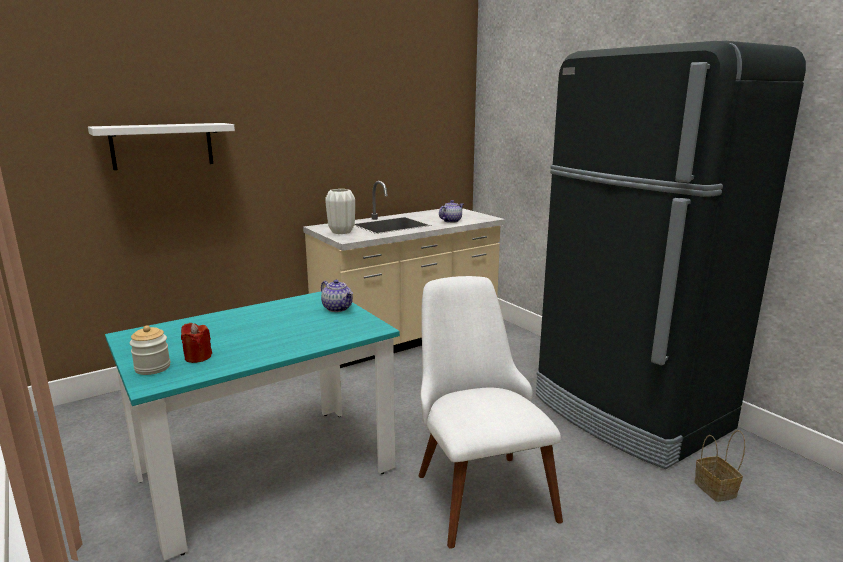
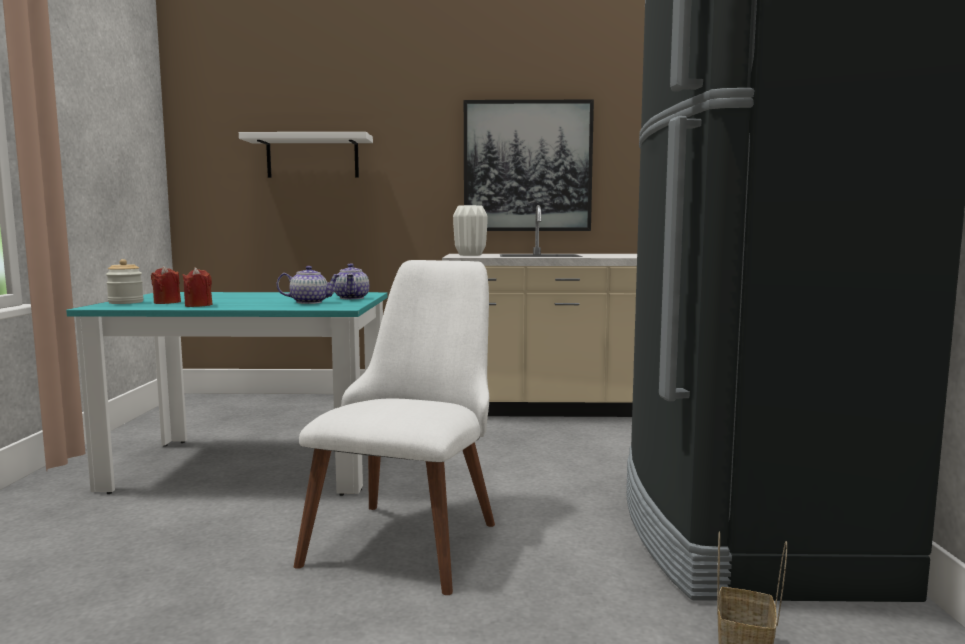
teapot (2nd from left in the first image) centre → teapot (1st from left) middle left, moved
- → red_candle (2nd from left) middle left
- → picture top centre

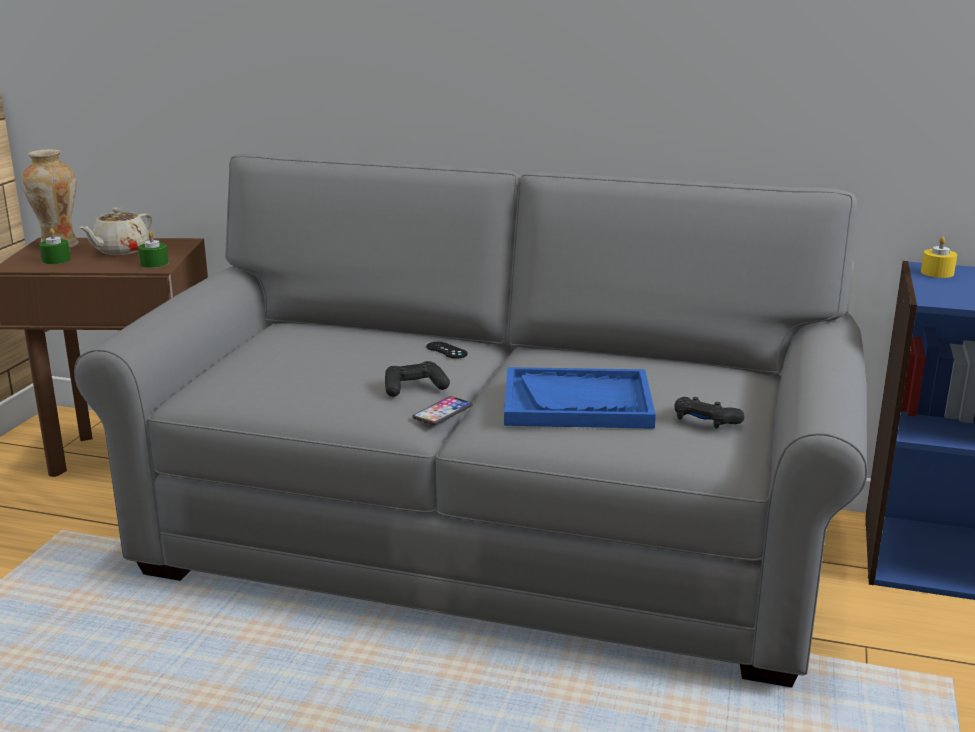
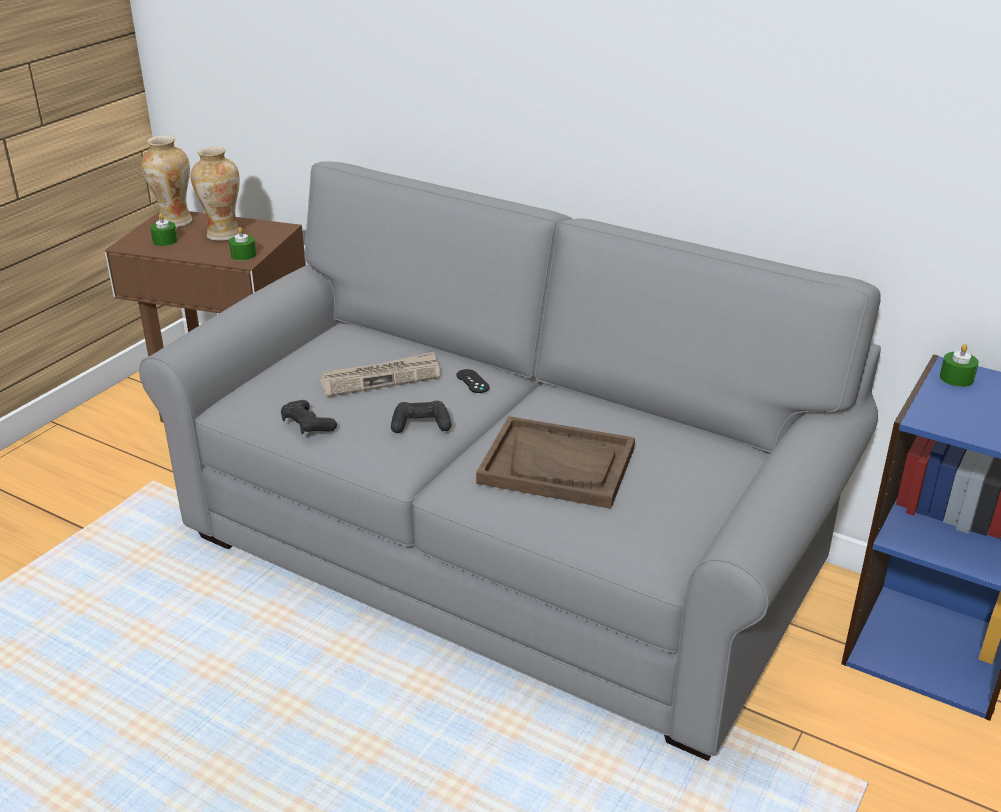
beige_teapot top left → vase (2nd from left) top left
phone centre → -
blue_tray centre → brown_tray centre
black_game_controller (3rd from left in the first image) middle right → black_game_controller (1st from left) middle left, moved
yellow_candle middle right → green_candle (3rd from left) middle right
- → newspaper centre

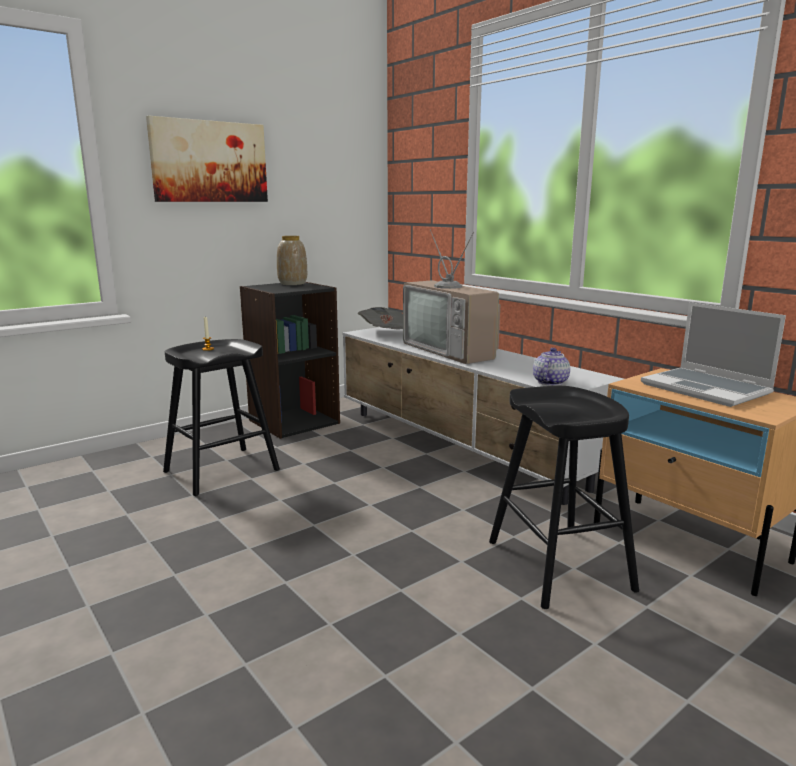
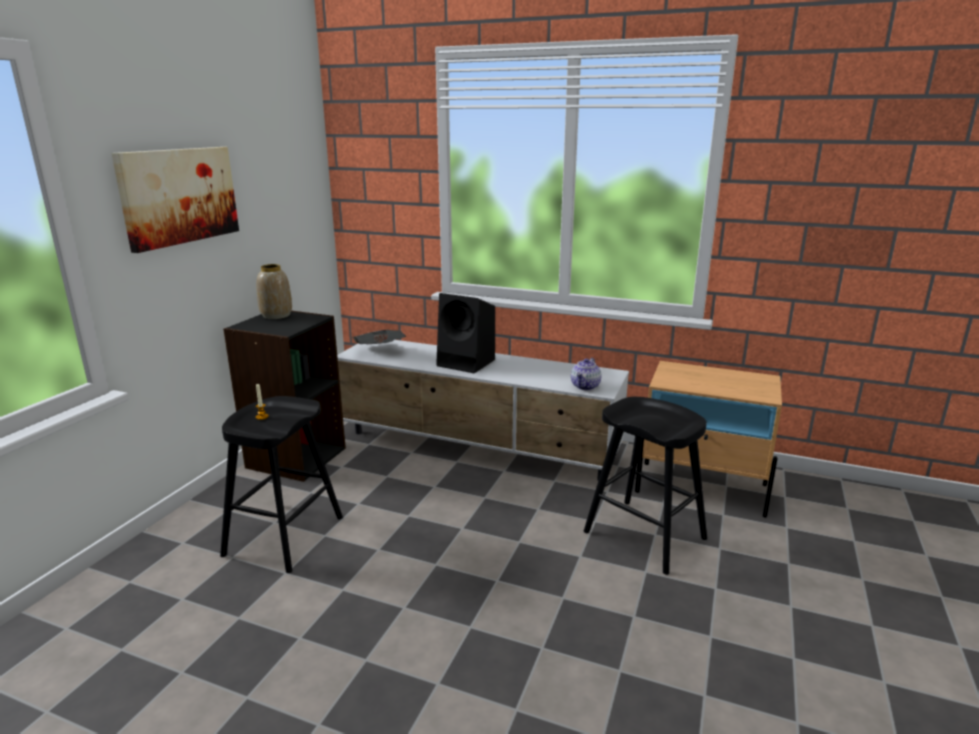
television centre → black_speaker centre
teapot middle right → teapot centre, 150 degrees counterclockwise
laptop middle right → -

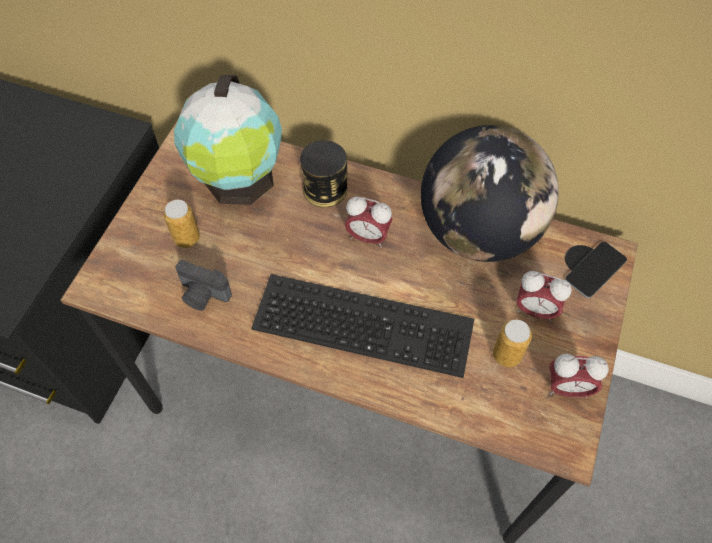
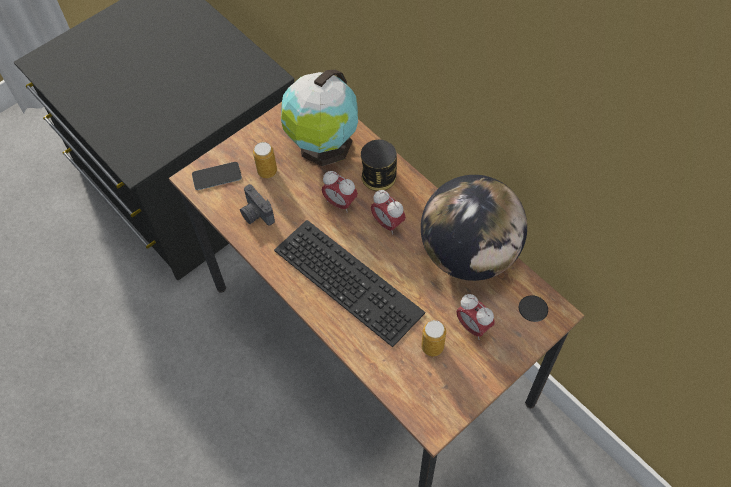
alarm_clock (3rd from left in the first image) bottom right → alarm_clock (1st from left) centre, moved
phone middle right → phone middle left, moved

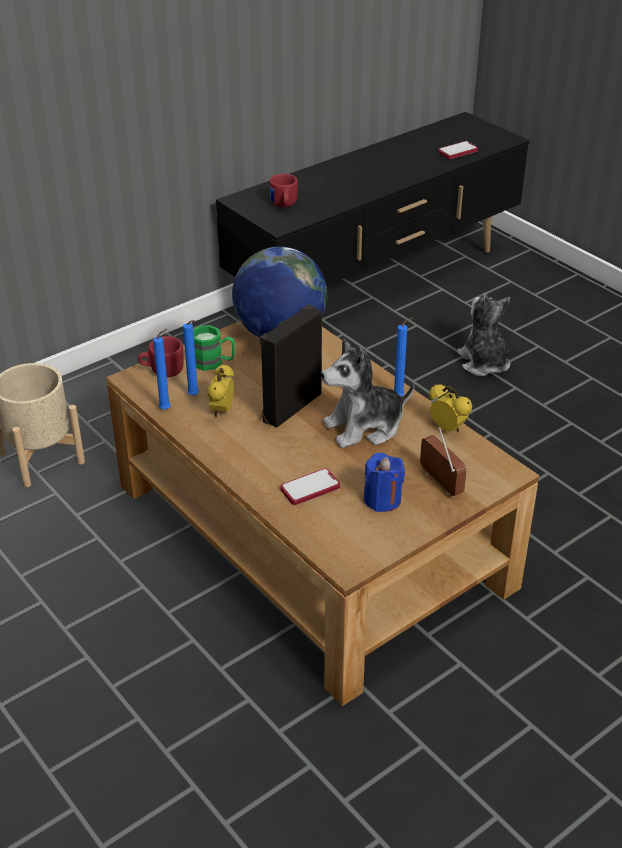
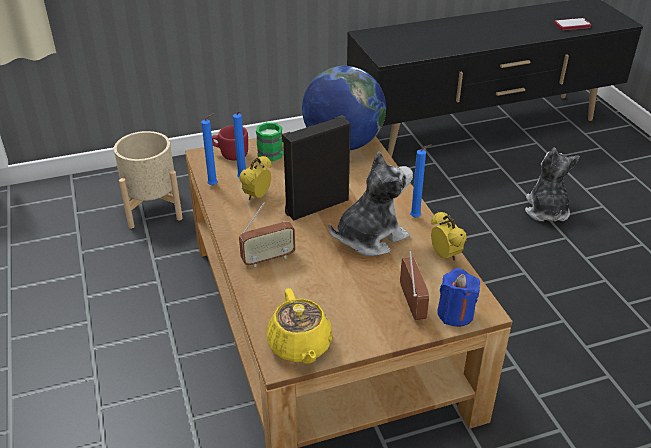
red_mug (2nd from left) top centre → -
phone (1st from left) centre → -
plush_toy (1st from left) centre, 150 degrees clockwise
blue_candle (3rd from left in the first image) centre → blue_candle (4th from left) middle right, moved
- → radio (1st from left) centre
- → yellow_teapot bottom centre

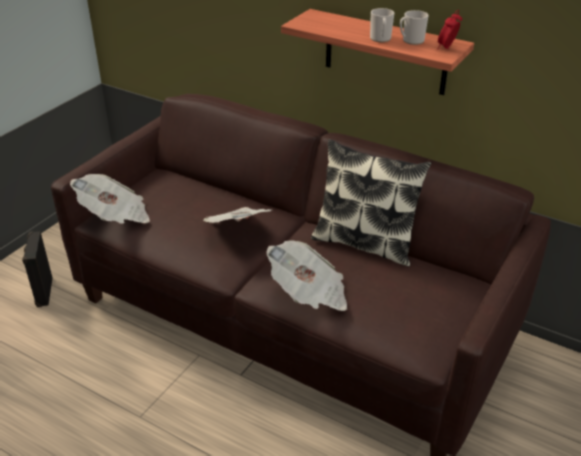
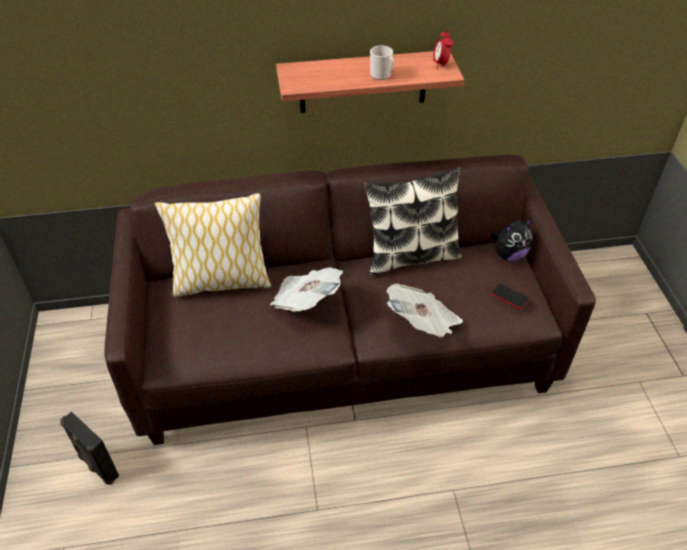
newspaper (1st from left) middle left → -
mug (2nd from left) top right → -
- → pillow (1st from left) middle left
- → plush_toy middle right
- → phone middle right

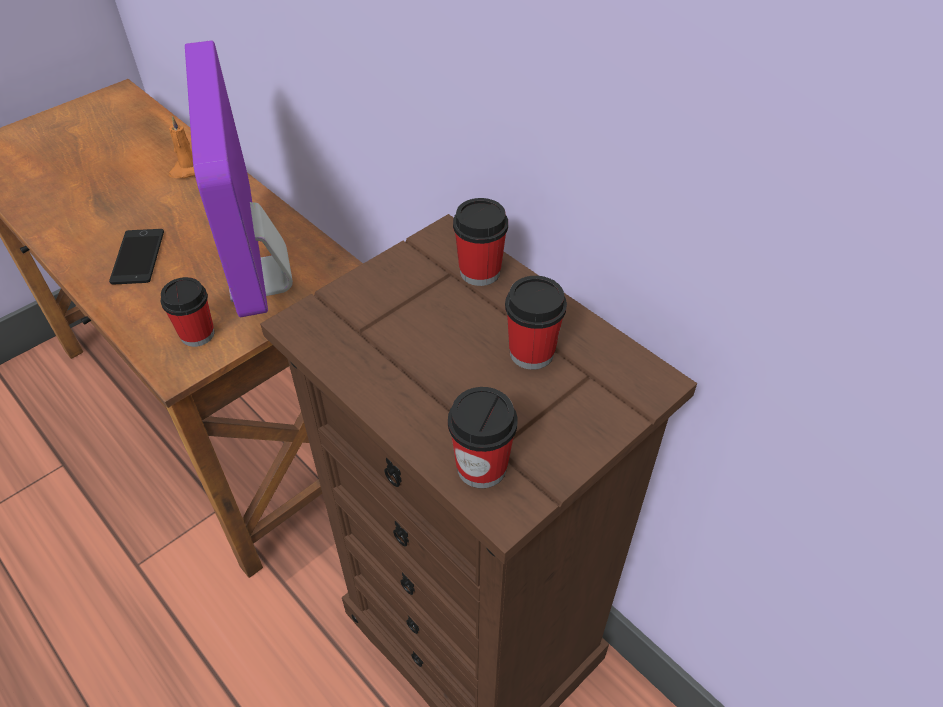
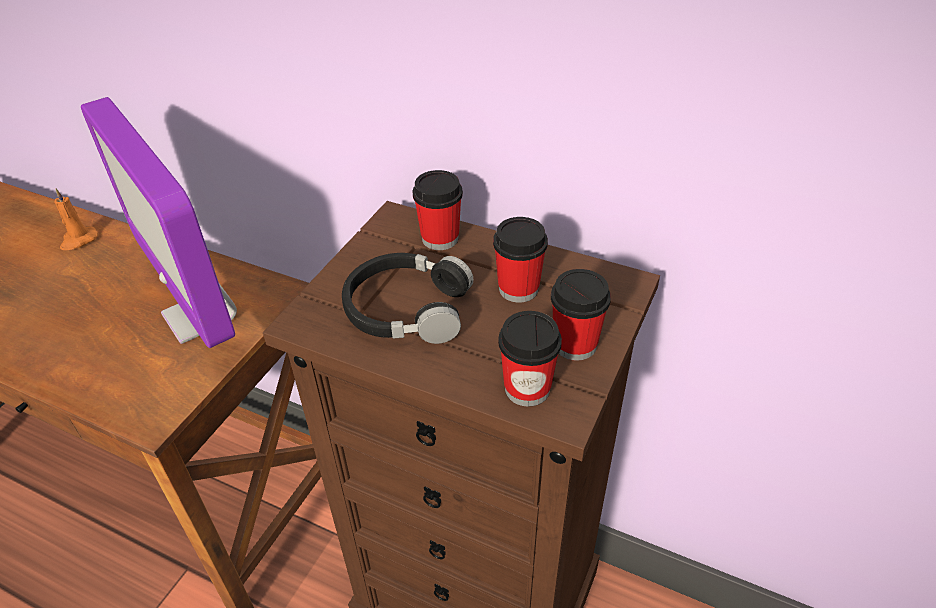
phone middle left → -
cup (1st from left in the first image) middle left → cup (4th from left) centre, moved
- → black_headphones centre

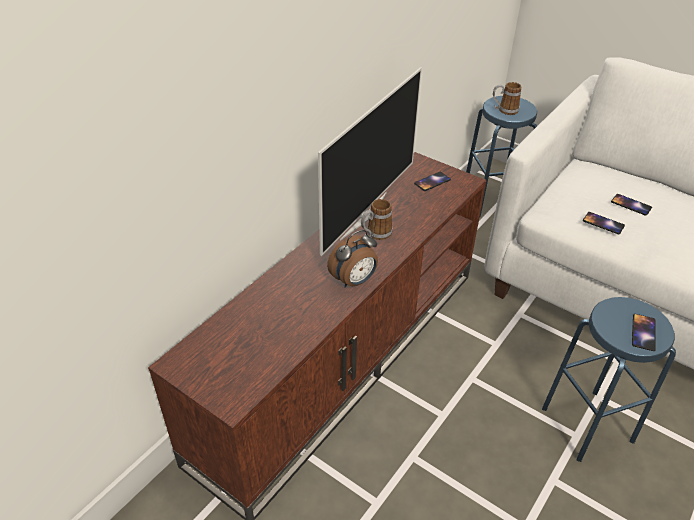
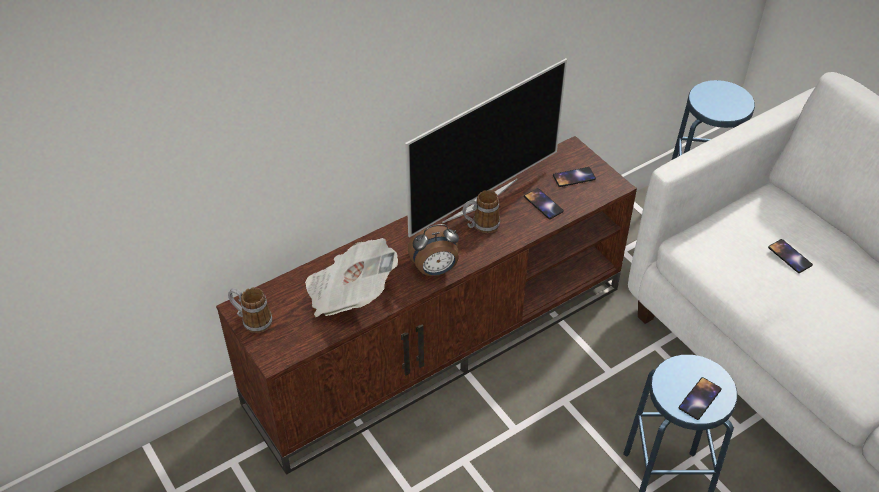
mug (2nd from left in the first image) top right → mug (1st from left) middle left, moved
phone (2nd from left in the first image) middle right → phone (1st from left) centre, moved
- → newspaper centre

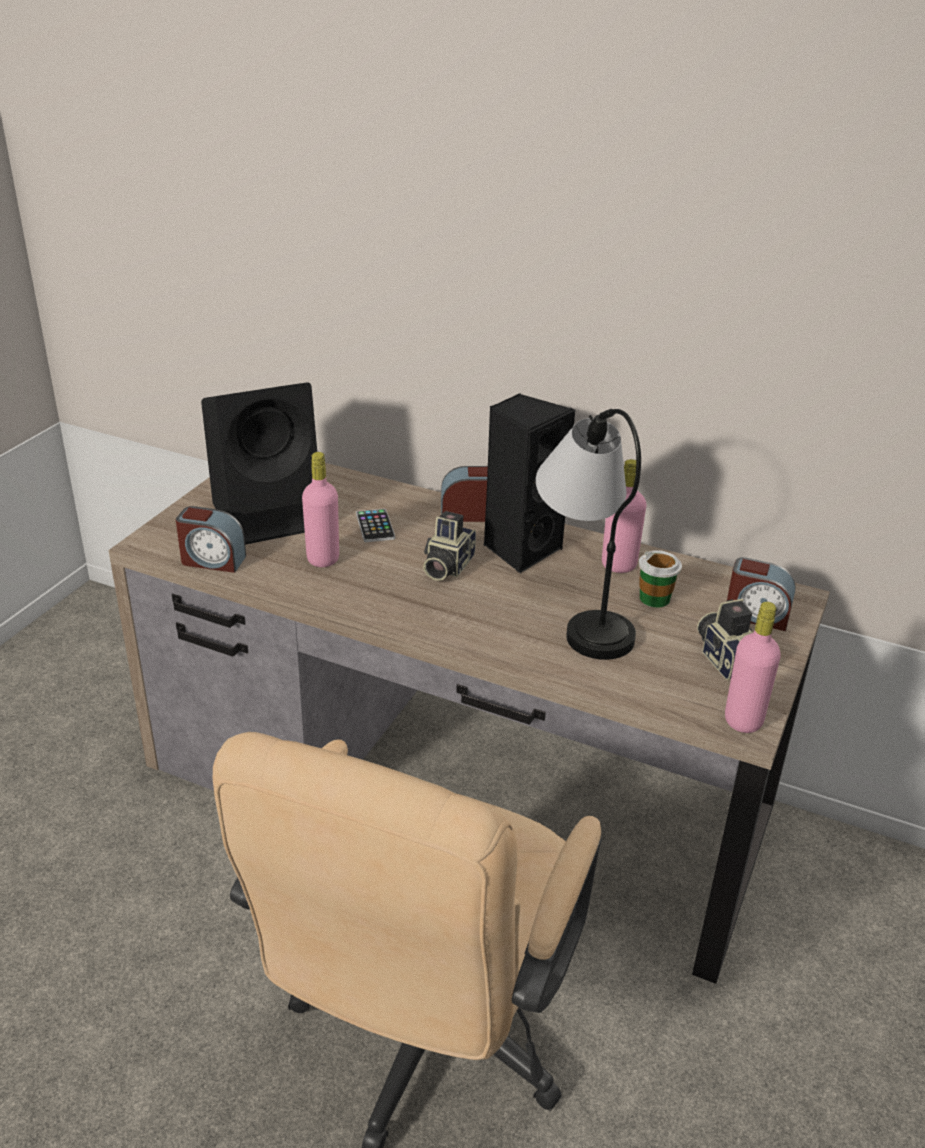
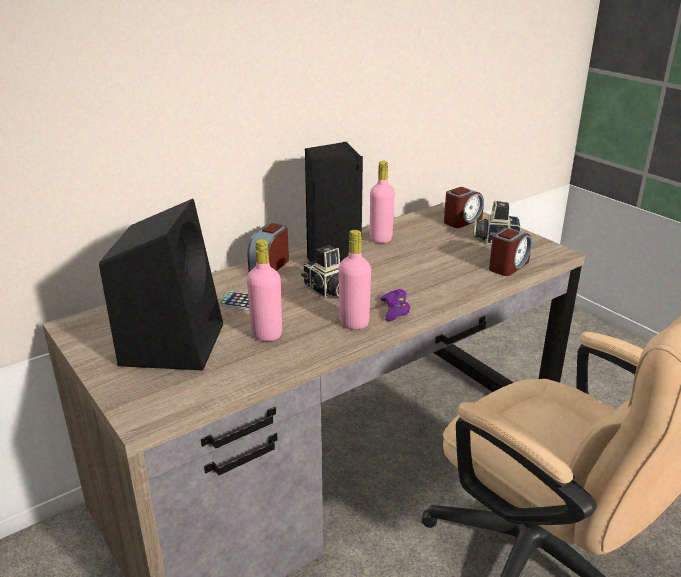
alarm_clock (1st from left in the first image) middle left → alarm_clock (3rd from left) middle right, moved
table_lamp centre → -
cup middle right → -
pink_bottle (3rd from left in the first image) middle right → pink_bottle (2nd from left) centre, moved
- → purple_game_controller centre

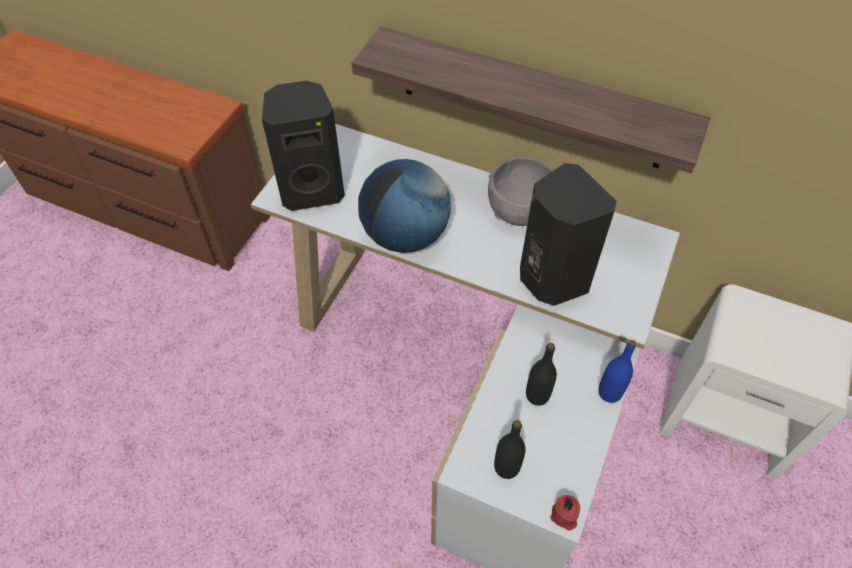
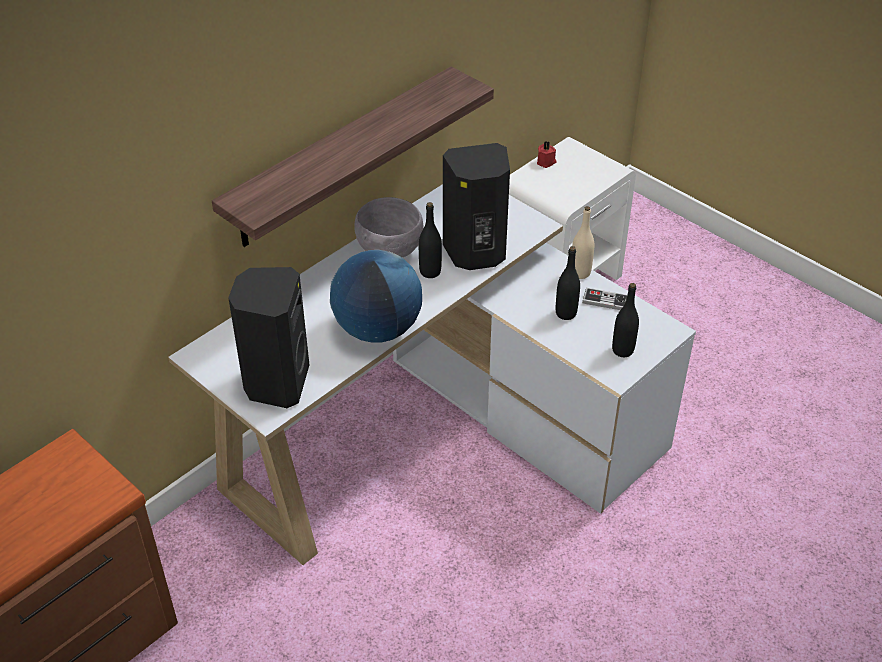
red_candle bottom centre → red_candle top centre, moved
blue_bottle middle right → beige_bottle centre
- → black_bottle (1st from left) centre
- → game_controller middle right

